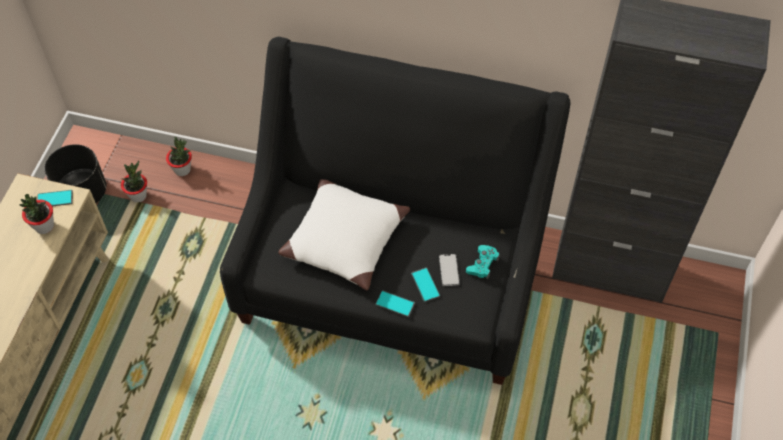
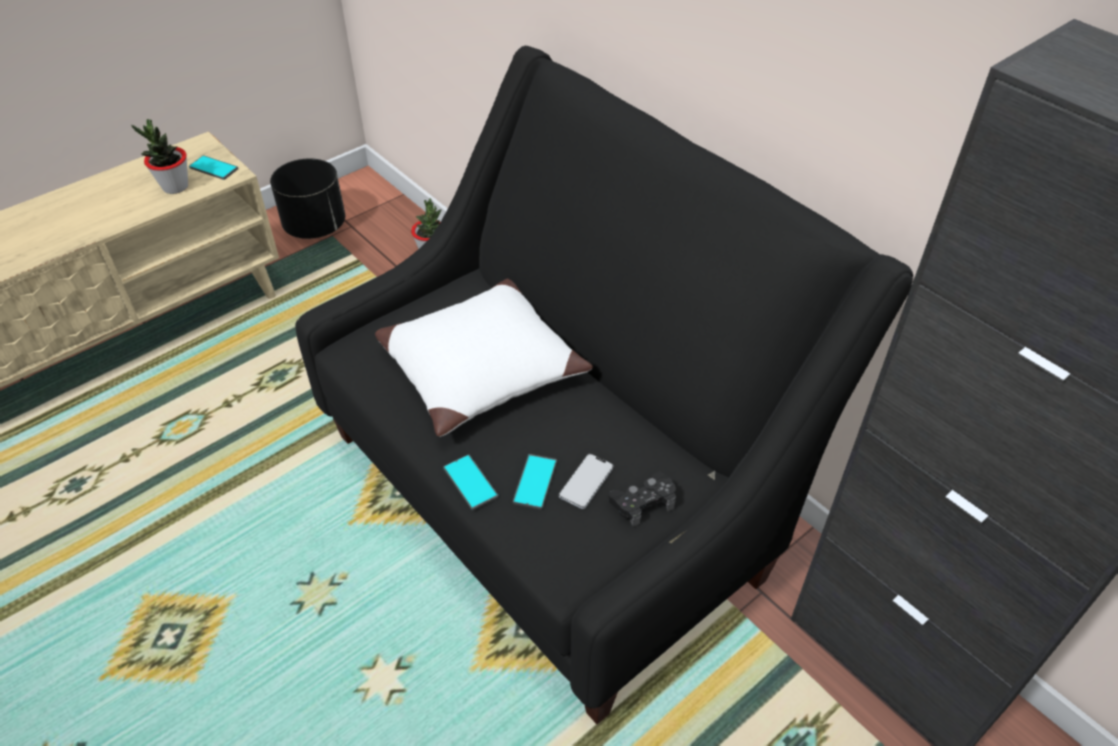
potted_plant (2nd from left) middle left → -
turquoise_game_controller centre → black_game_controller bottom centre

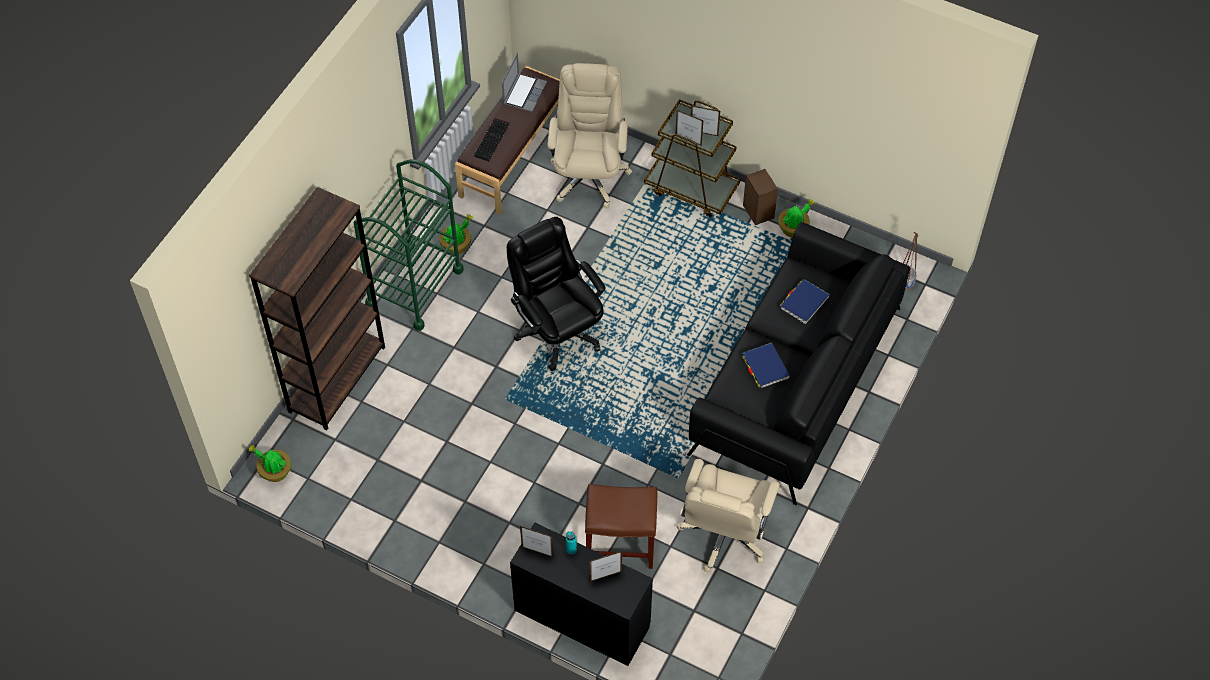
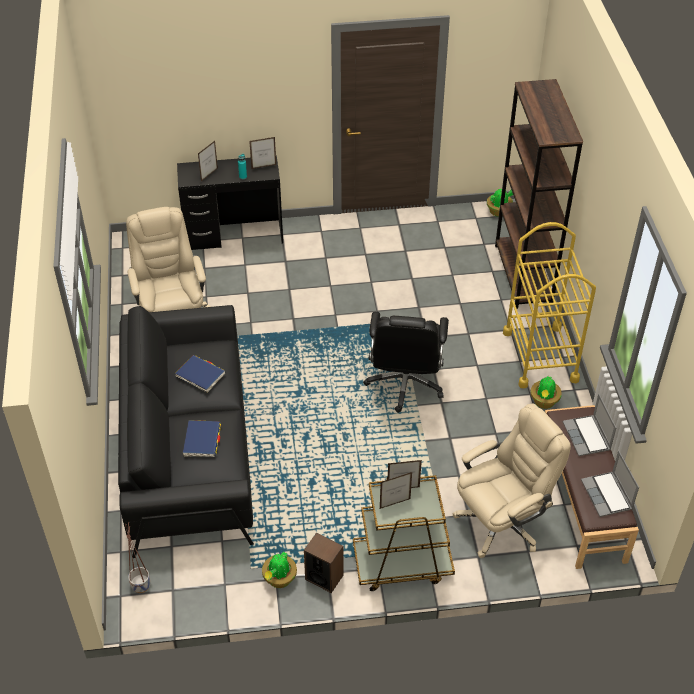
green_cart centre → yellow_cart middle right
keyboard top centre → laptop (1st from left) middle right
black_office_chair centre, 75 degrees clockwise
beige_office_chair (1st from left in the first image) top centre → beige_office_chair (2nd from left) bottom right, 90 degrees counterclockwise
brown_stool bottom centre → -

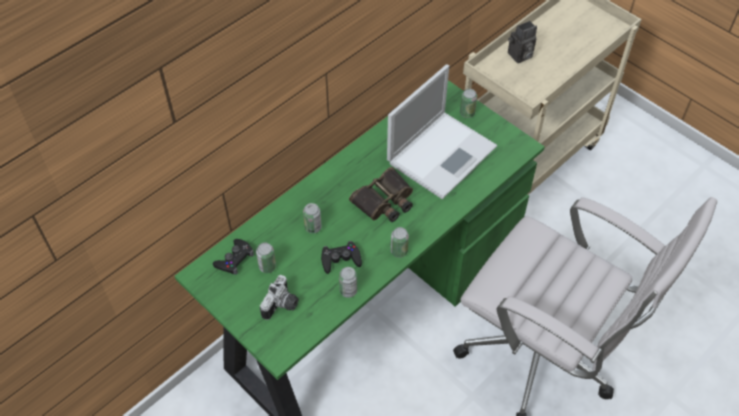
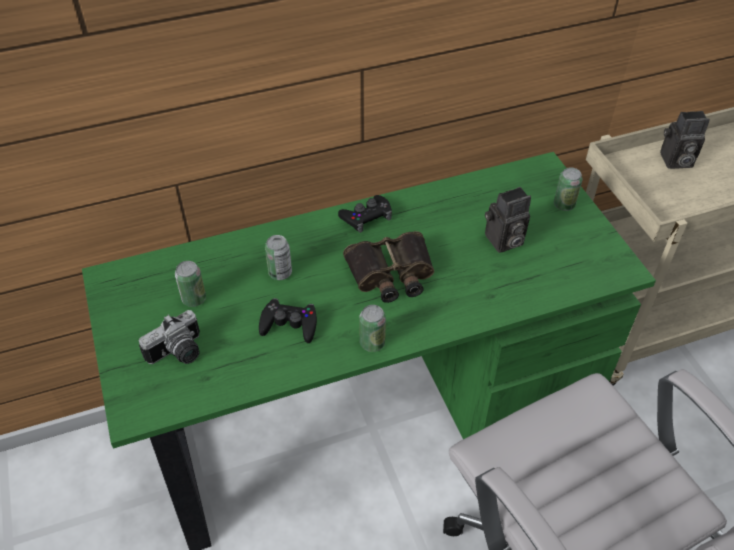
black_game_controller (1st from left in the first image) middle left → black_game_controller (2nd from left) centre, moved
can (3rd from left) bottom centre → -
laptop top centre → photo_camera (2nd from left) middle right

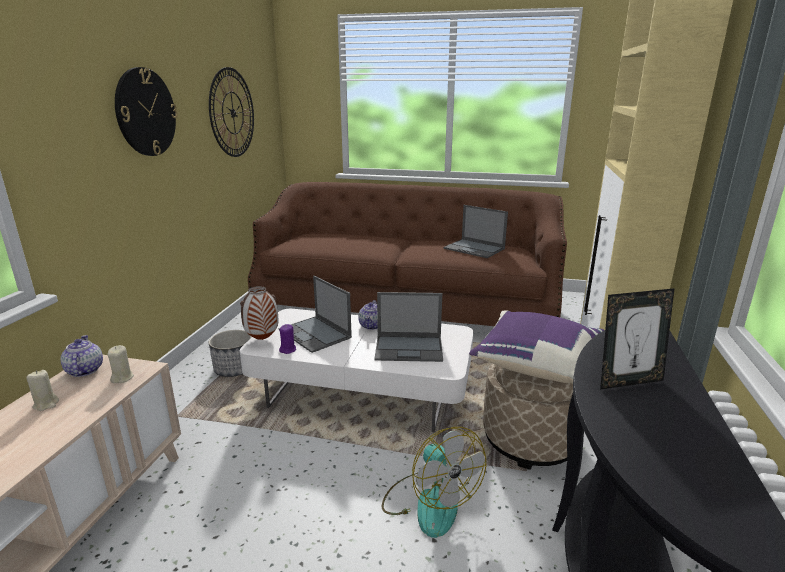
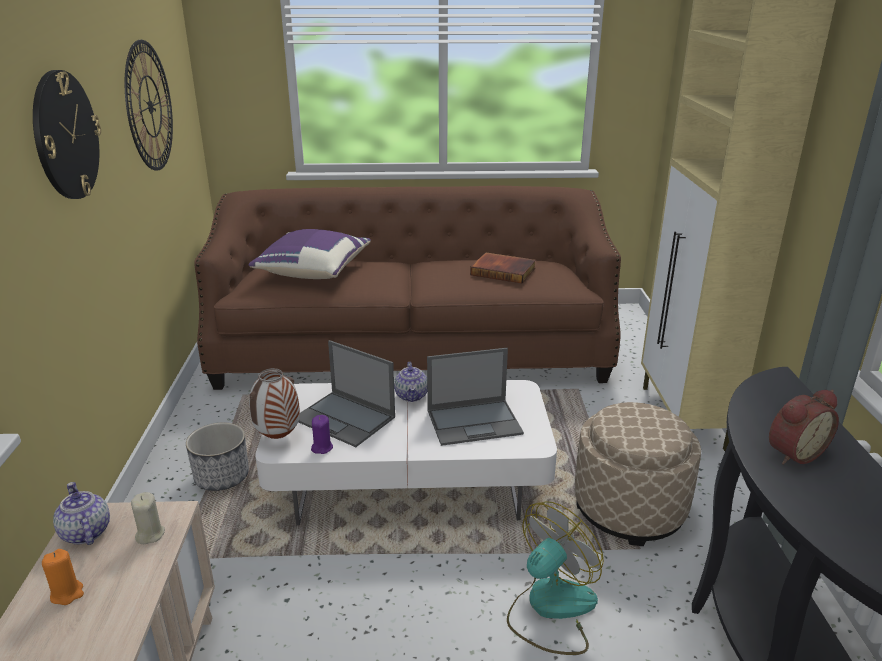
beige_candle (1st from left) bottom left → orange_candle bottom left
fan bottom centre, 90 degrees counterclockwise
laptop (3rd from left) centre → book centre
purple_pillow middle right → purple_pillow centre, moved
picture_frame middle right → alarm_clock middle right

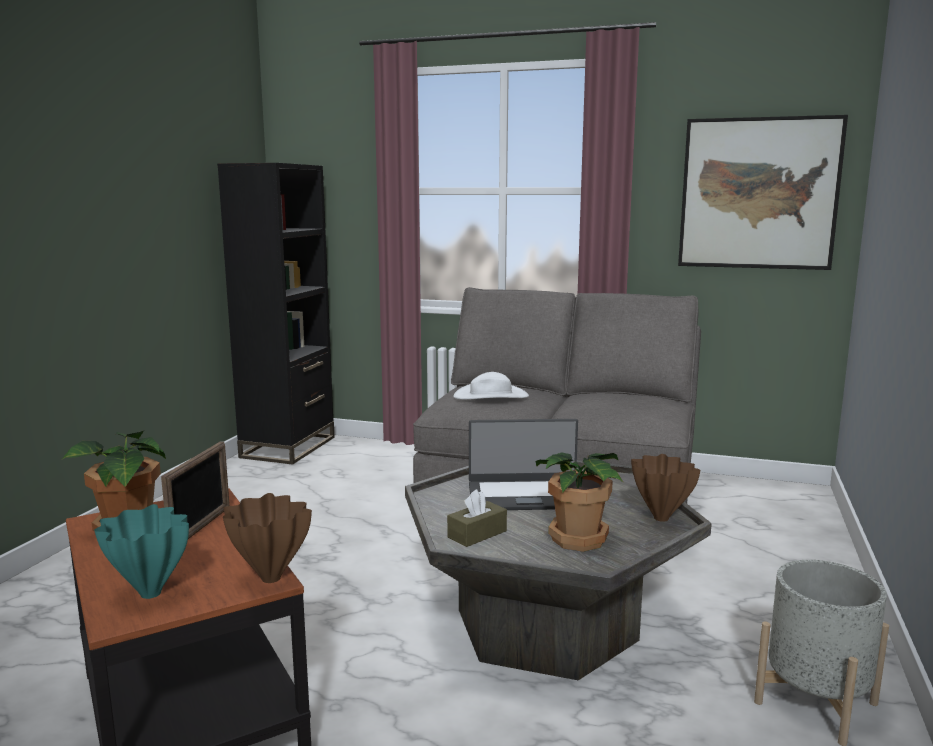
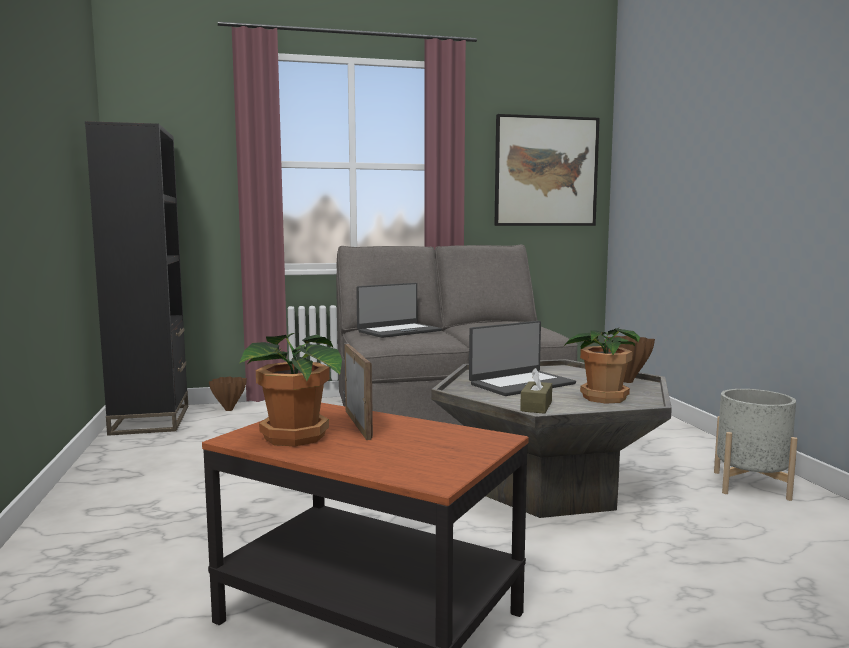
turquoise_vase bottom left → -
brown_vase (1st from left) bottom left → brown_vase (1st from left) middle left, moved
white_hat centre → laptop (1st from left) centre

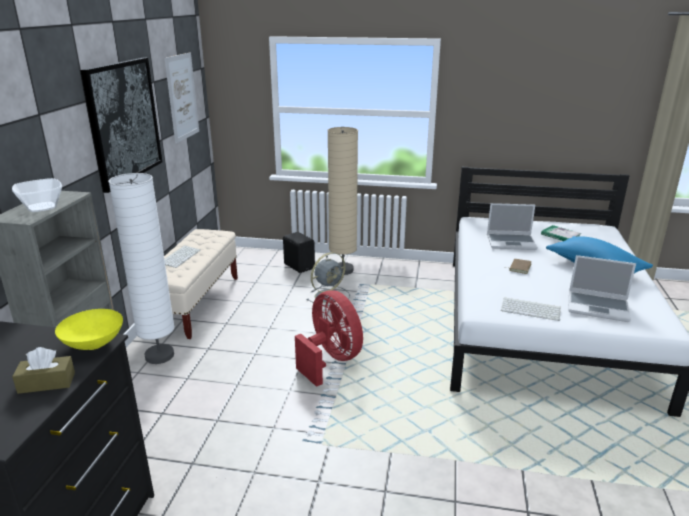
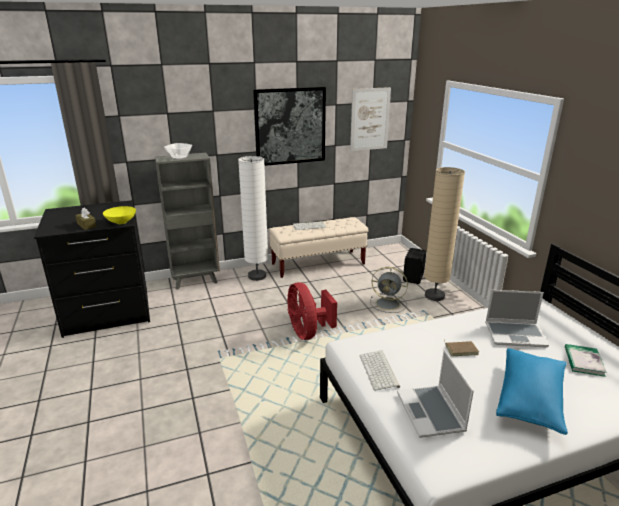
red_fan centre, 135 degrees clockwise
laptop (1st from left in the first image) middle right → laptop (2nd from left) middle right, 60 degrees counterclockwise

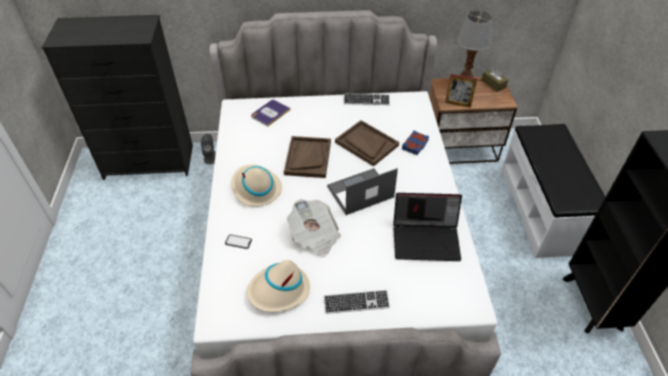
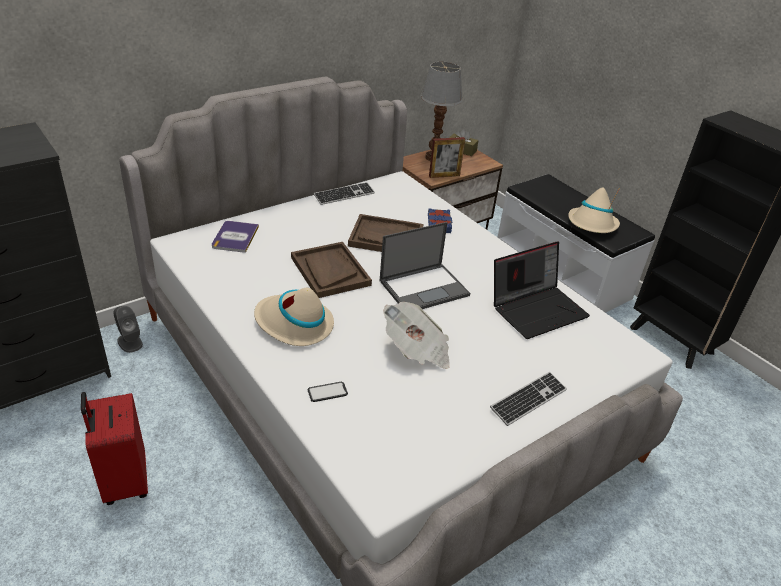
beige_hat (2nd from left) bottom centre → beige_hat (2nd from left) middle right, moved
laptop (1st from left) centre, 150 degrees counterclockwise
- → red_suitcase bottom left

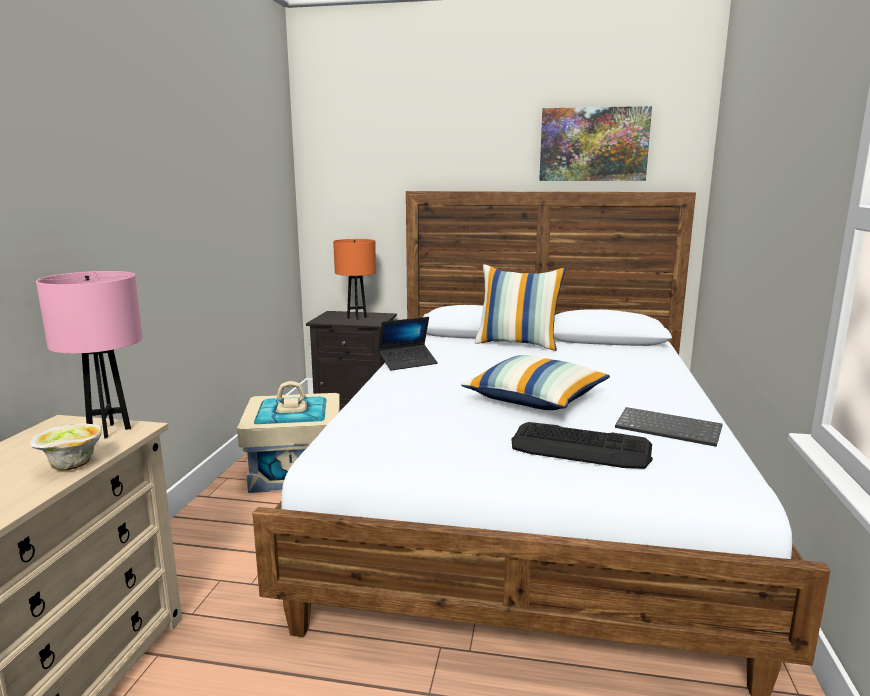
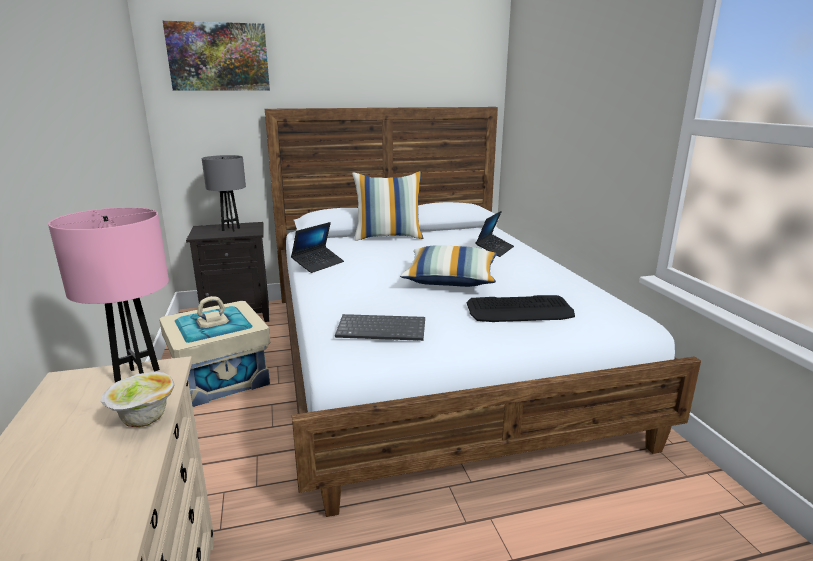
orange_table_lamp centre → grey_table_lamp middle left
picture top right → picture top left, moved
keyboard (2nd from left in the first image) middle right → keyboard (1st from left) centre, moved
- → laptop (2nd from left) centre

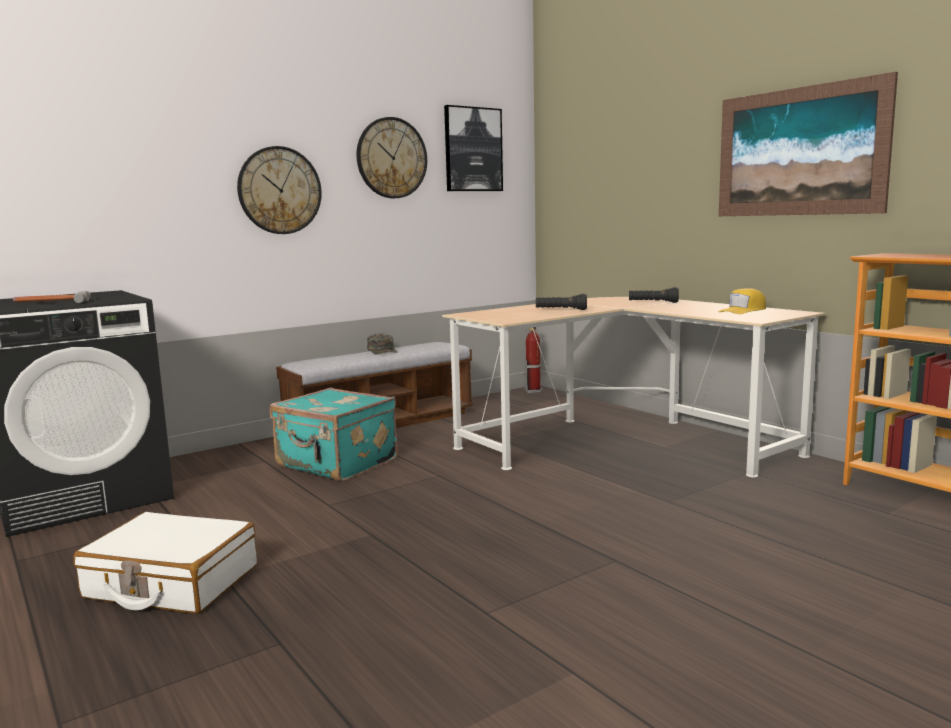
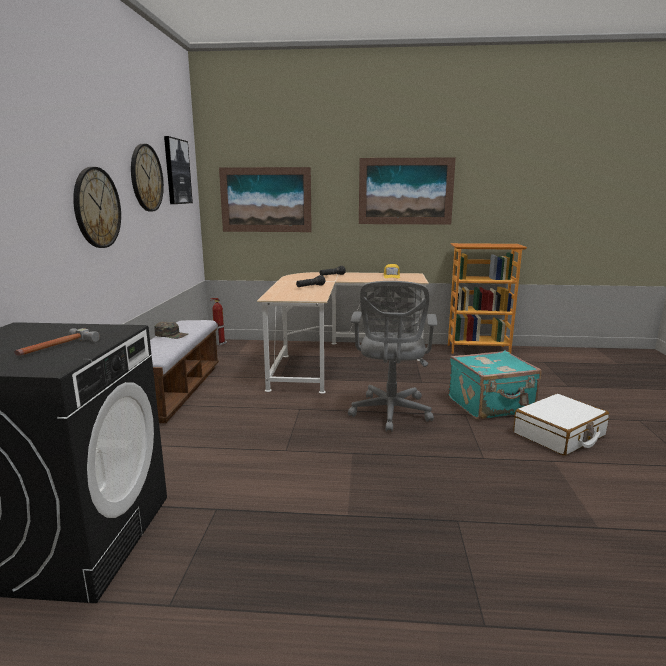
white_suitcase bottom left → white_suitcase middle right, moved
turquoise_suitcase centre → turquoise_suitcase middle right, moved
- → picture (2nd from left) top centre
- → grey_office_chair centre

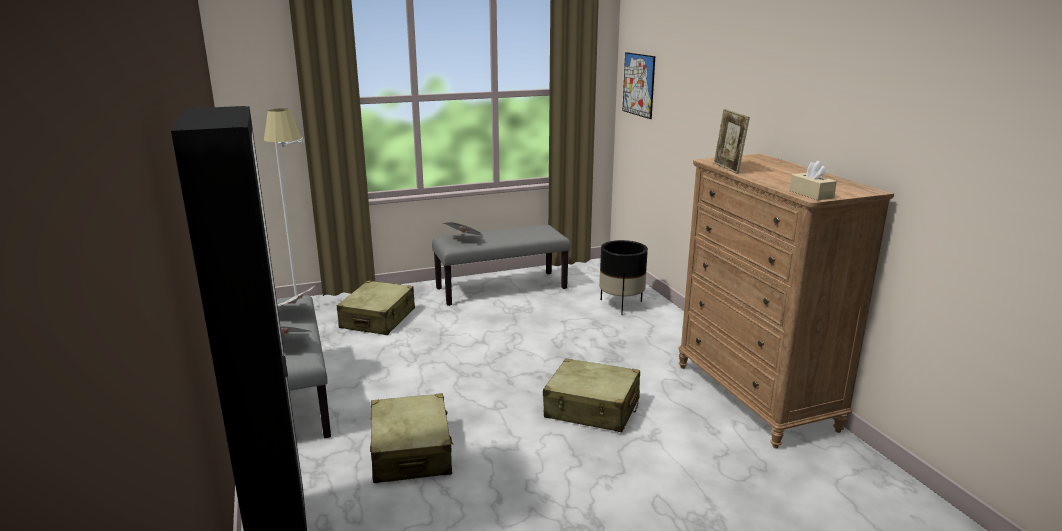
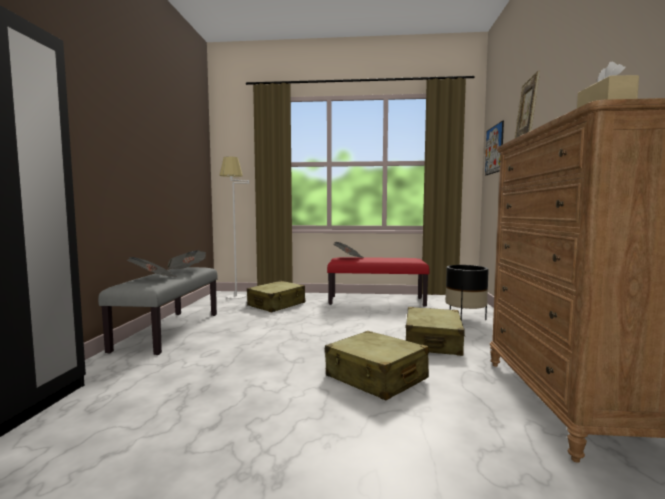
beige_suitcase (2nd from left in the first image) bottom centre → beige_suitcase (3rd from left) centre, moved
grey_bench (2nd from left) centre → red_bench centre

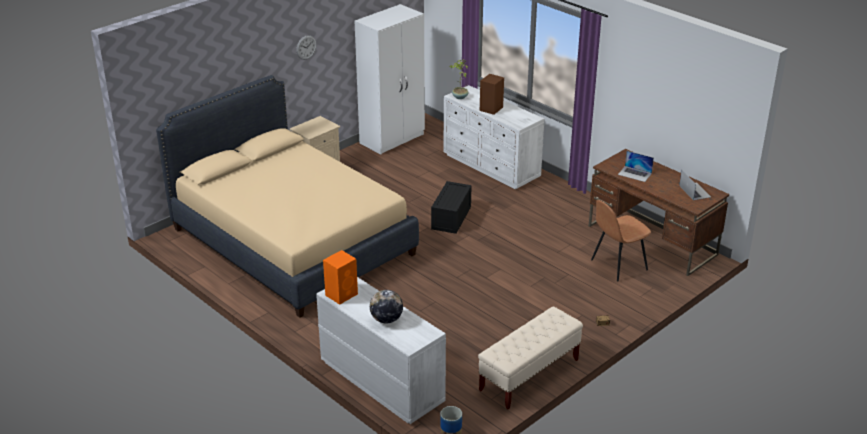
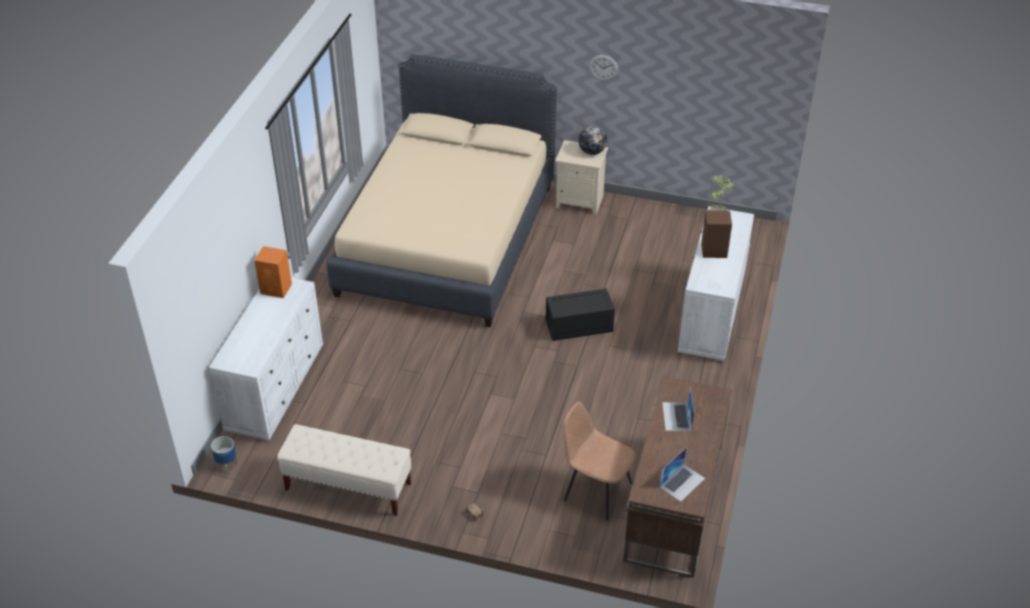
white_wardrobe top centre → -
globe bottom centre → globe top centre, moved

